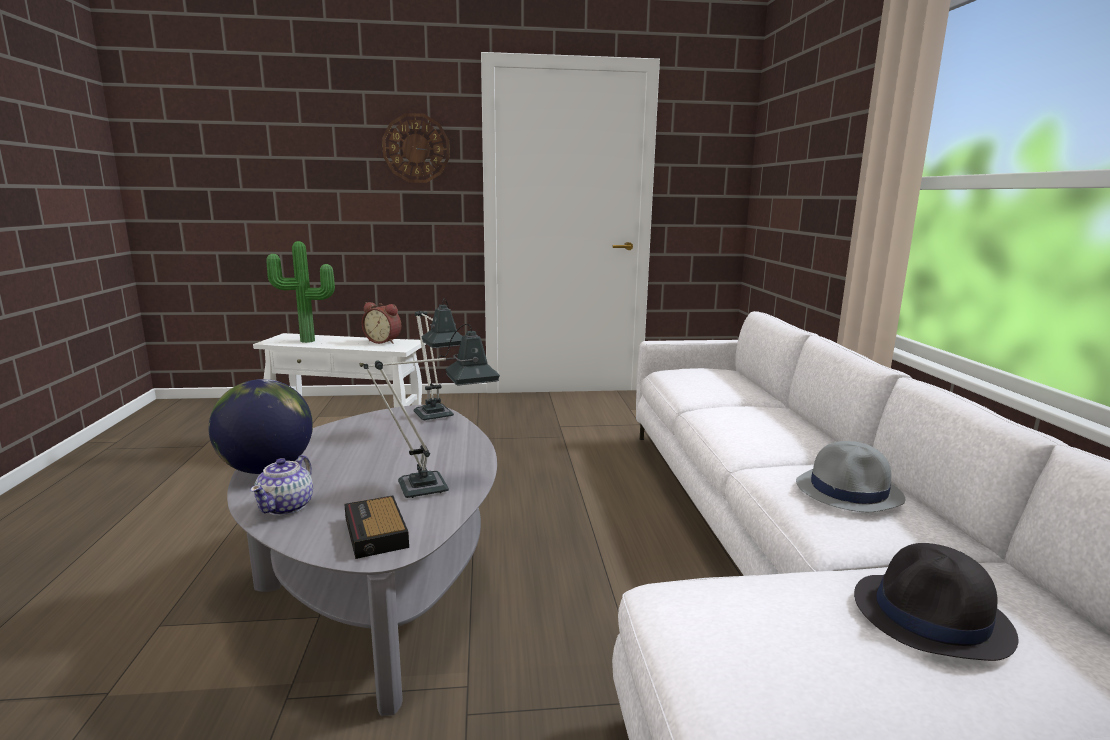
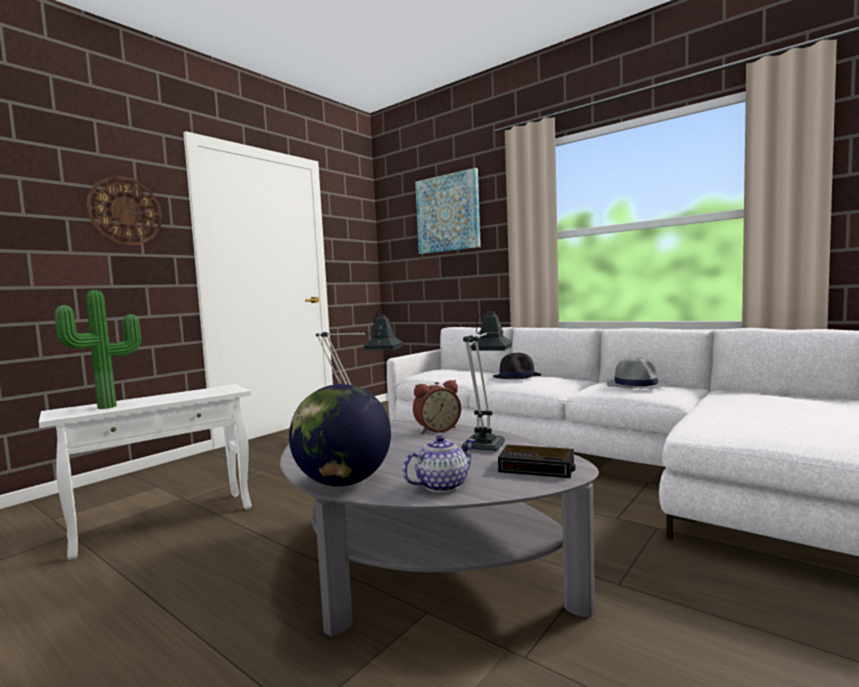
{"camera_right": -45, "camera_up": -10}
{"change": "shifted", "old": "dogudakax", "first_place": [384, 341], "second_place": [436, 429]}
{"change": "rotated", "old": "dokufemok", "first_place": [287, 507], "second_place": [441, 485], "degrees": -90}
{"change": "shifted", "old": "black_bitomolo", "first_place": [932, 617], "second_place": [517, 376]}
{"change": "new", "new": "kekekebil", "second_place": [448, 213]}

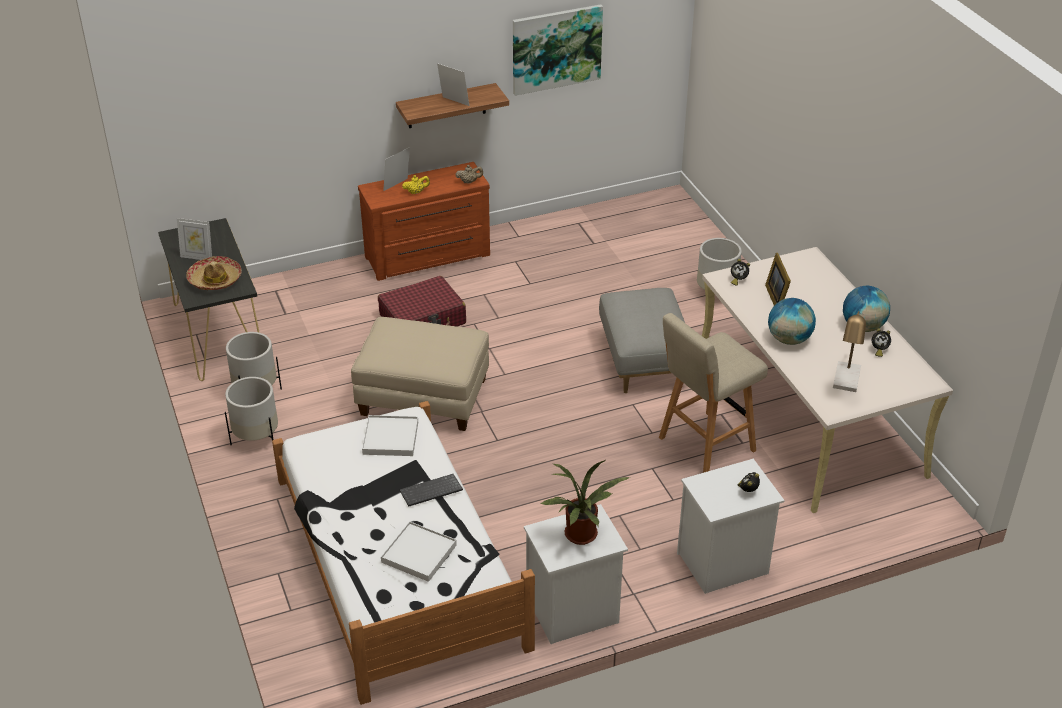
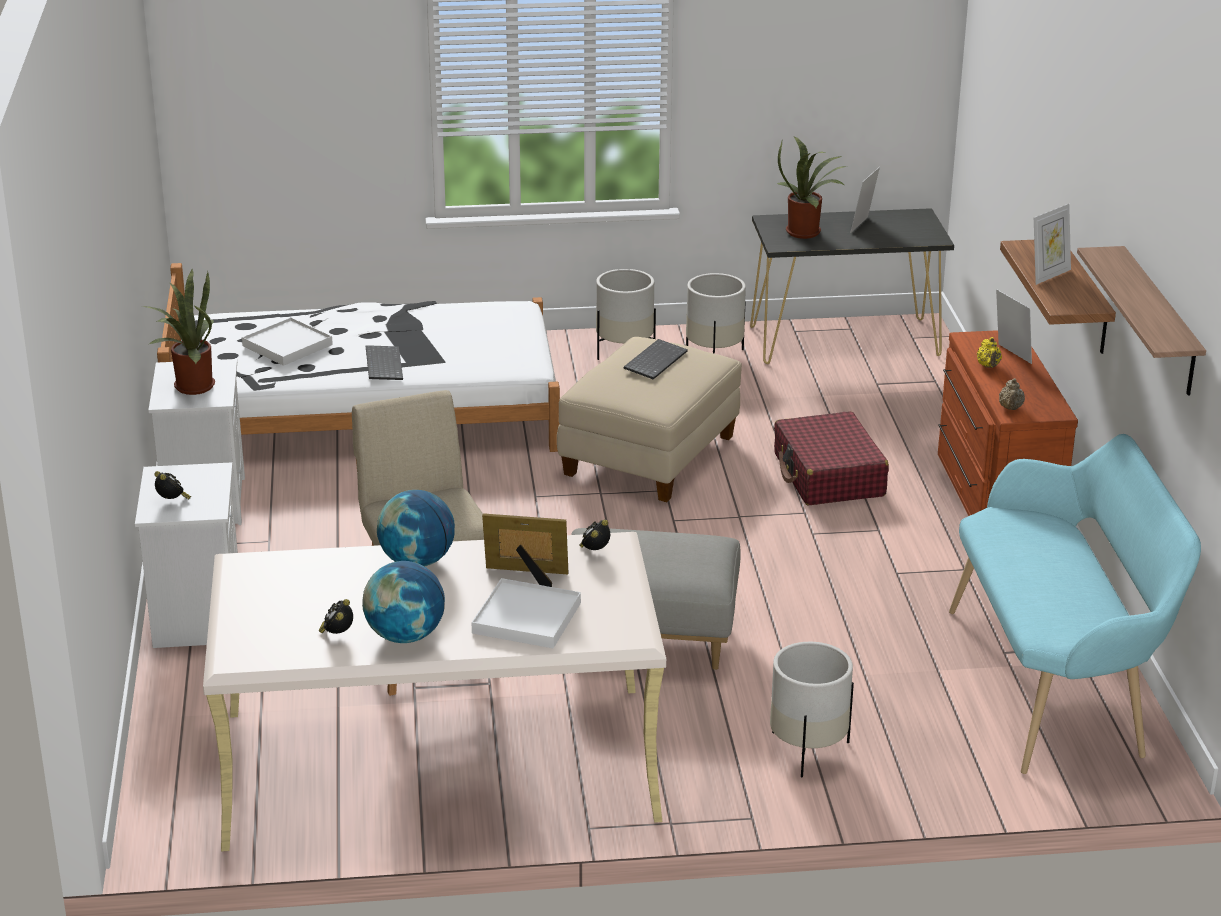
{"camera_right": 105, "camera_up": -10}
{"change": "swapped", "old": "kekekebil", "new": "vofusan", "first_place": [556, 48], "second_place": [1159, 322]}
{"change": "swapped", "old": "bitomolo", "new": "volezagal", "first_place": [215, 280], "second_place": [807, 232]}
{"change": "gone", "old": "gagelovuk", "first_place": [846, 382]}
{"change": "shifted", "old": "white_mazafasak", "first_place": [390, 438], "second_place": [527, 618]}
{"change": "new", "new": "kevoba", "second_place": [655, 360]}
{"change": "new", "new": "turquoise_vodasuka", "second_place": [1056, 684]}

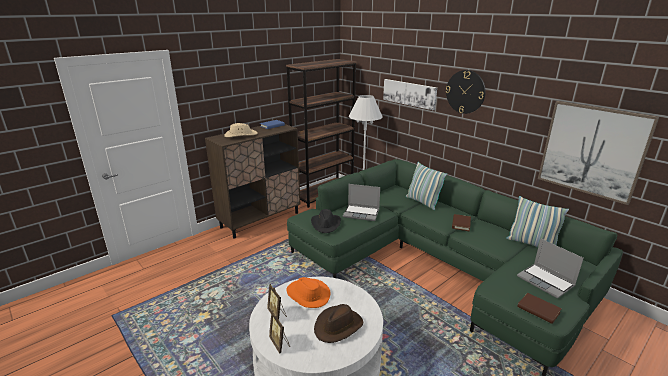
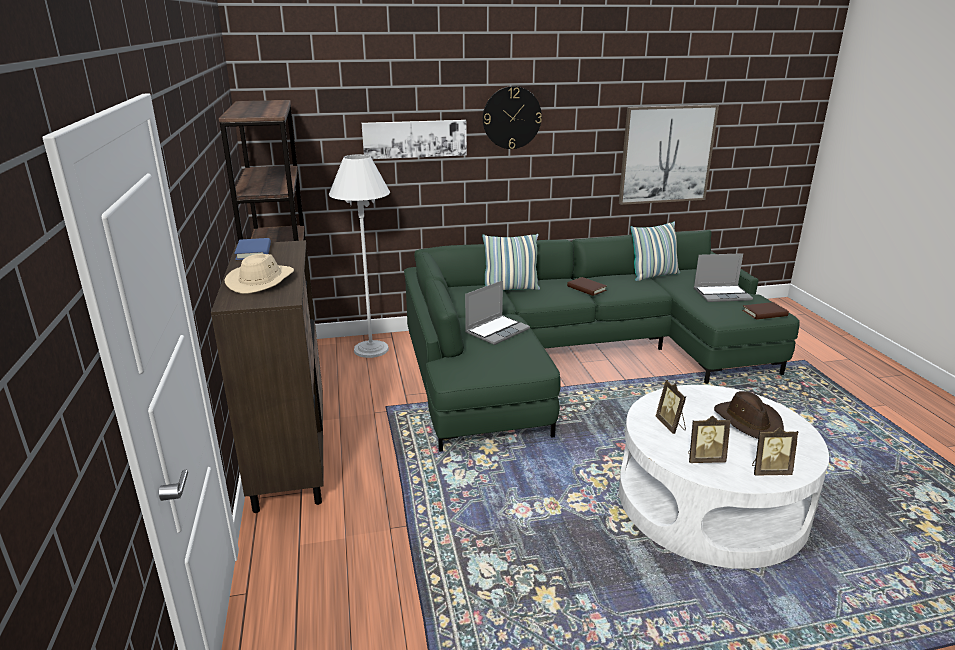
{"camera_right": -60, "camera_up": 0}
{"change": "gone", "old": "black_bitomolo", "first_place": [326, 224]}
{"change": "swapped", "old": "orange_bitomolo", "new": "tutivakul", "first_place": [307, 295], "second_place": [671, 425]}

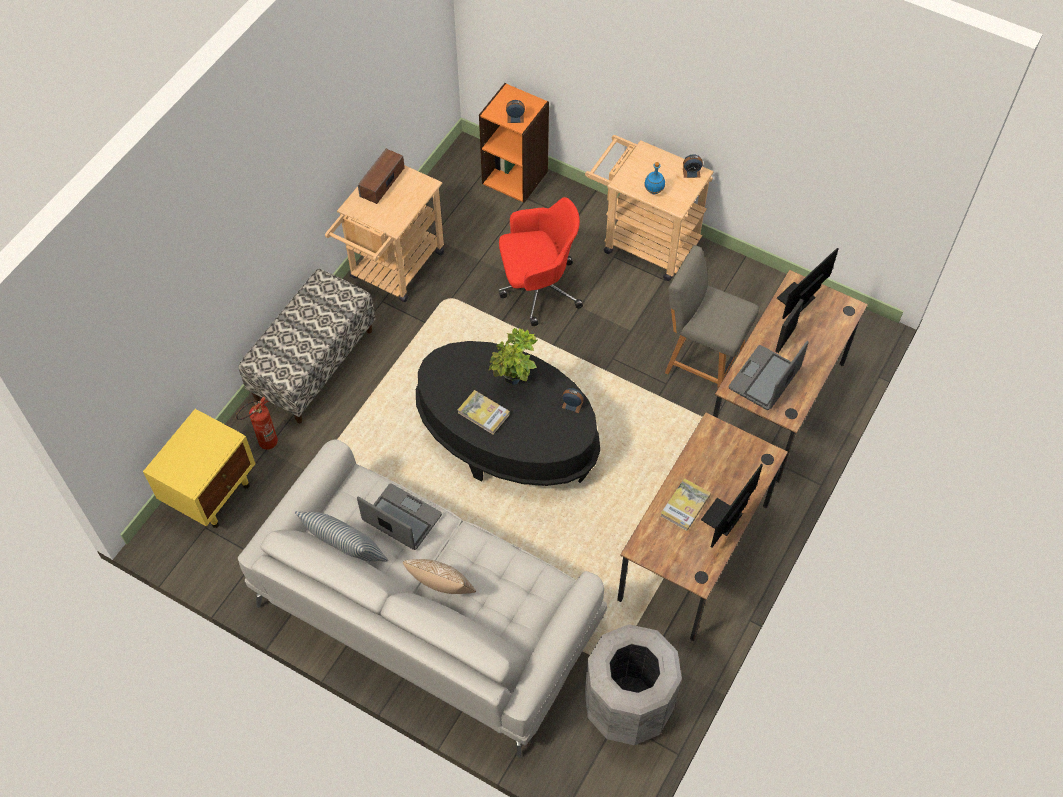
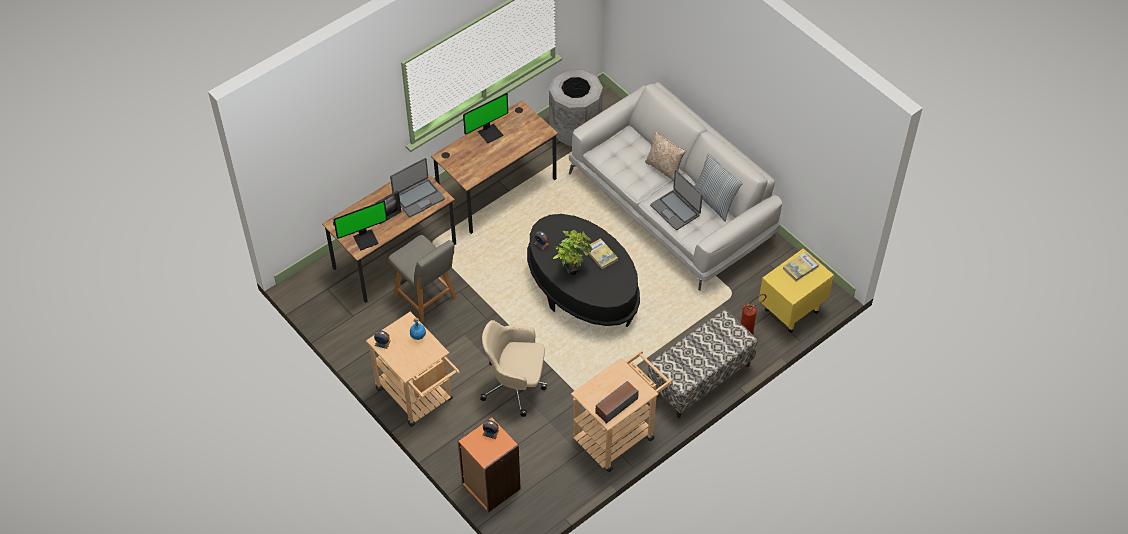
{"camera_right": -160, "camera_up": -5}
{"change": "repainted", "old": "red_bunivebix", "new": "beige_bunivebix", "first_place": [537, 288], "second_place": [515, 385]}
{"change": "shifted", "old": "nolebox", "first_place": [685, 506], "second_place": [800, 267]}

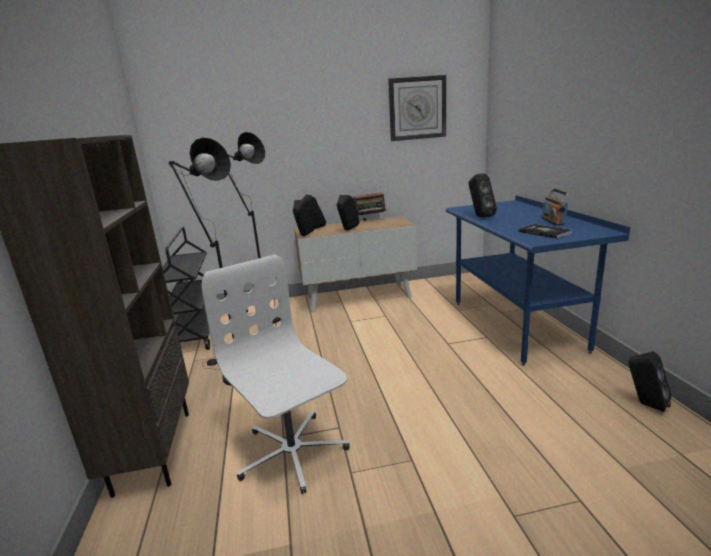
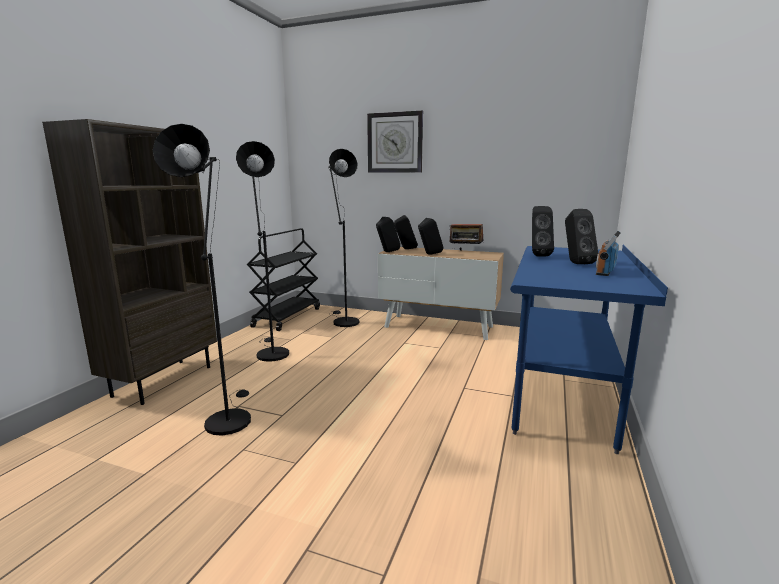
{"camera_right": 30, "camera_up": -5}
{"change": "shifted", "old": "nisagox", "first_place": [417, 108], "second_place": [395, 143]}
{"change": "gone", "old": "nolebox", "first_place": [544, 232]}
{"change": "swapped", "old": "white_bunivebix", "new": "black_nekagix", "first_place": [291, 453], "second_place": [228, 418]}
{"change": "shifted", "old": "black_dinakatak", "first_place": [645, 404], "second_place": [575, 263]}

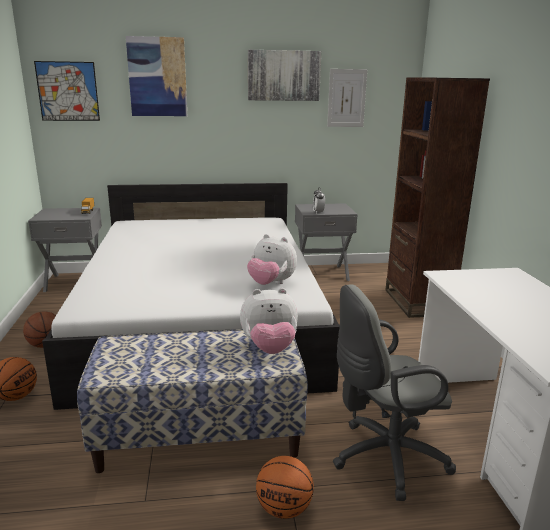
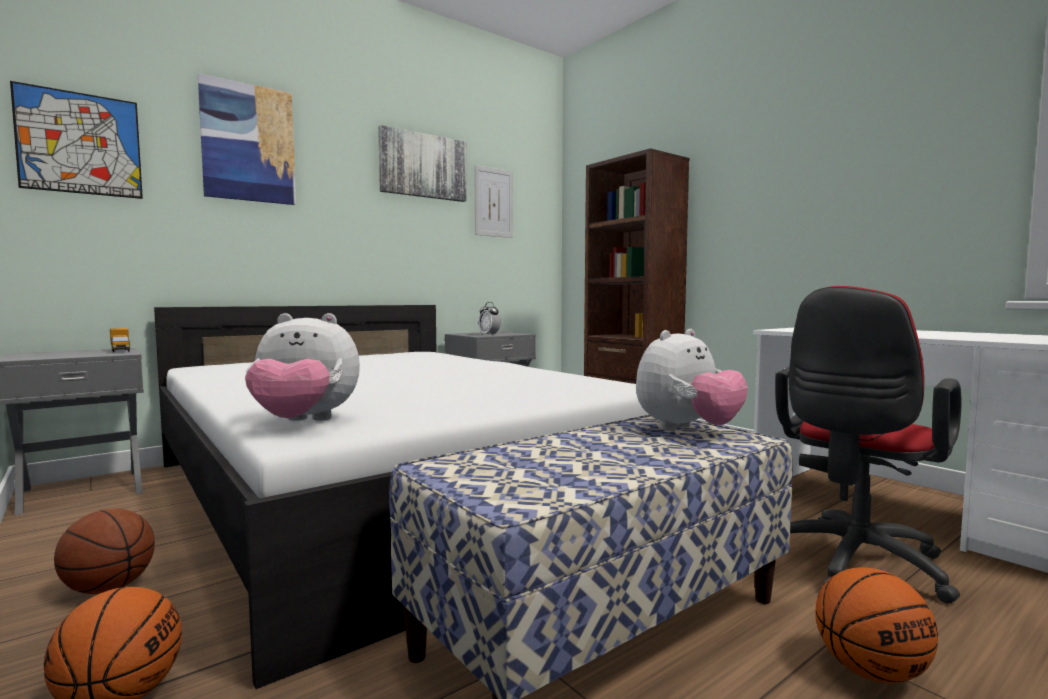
{"camera_right": -30, "camera_up": -15}
{"change": "shifted", "old": "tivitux", "first_place": [271, 284], "second_place": [304, 422]}
{"change": "repainted", "old": "grey_bunivebix", "new": "red_bunivebix", "first_place": [383, 458], "second_place": [853, 566]}

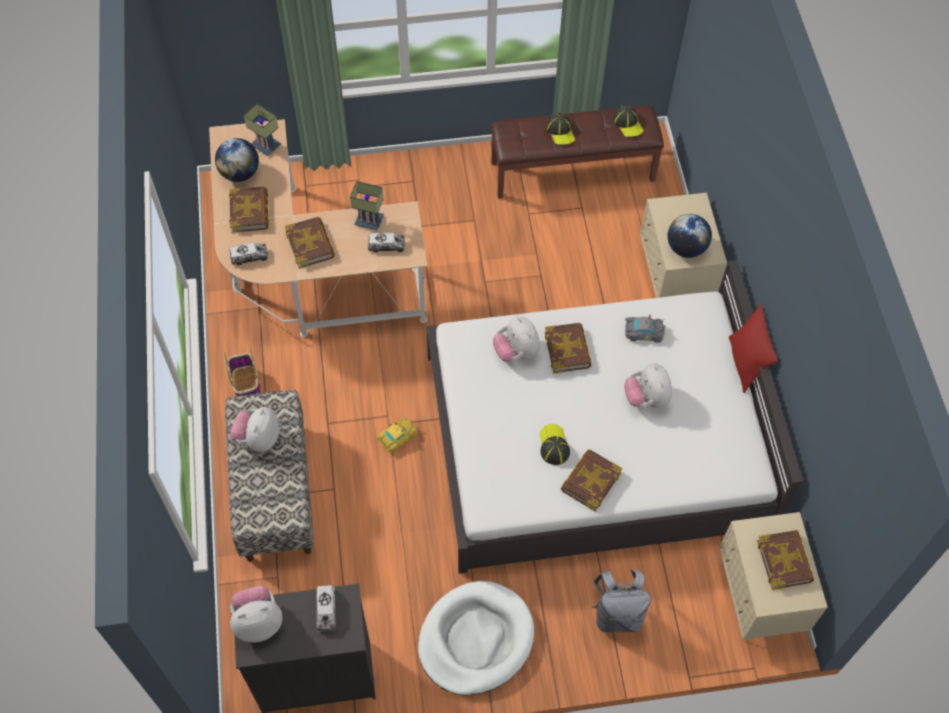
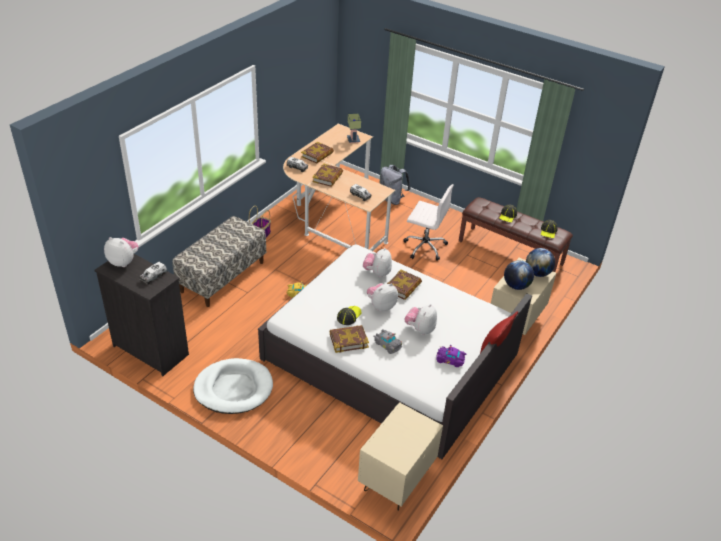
{"camera_right": 40, "camera_up": -20}
{"change": "shifted", "old": "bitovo", "first_place": [240, 173], "second_place": [537, 273]}
{"change": "gone", "old": "gagelovuk", "first_place": [368, 222]}
{"change": "shifted", "old": "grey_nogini", "first_place": [643, 332], "second_place": [387, 344]}
{"change": "shifted", "old": "tivitux", "first_place": [258, 438], "second_place": [381, 306]}
{"change": "gone", "old": "nolebox", "first_place": [784, 561]}
{"change": "shifted", "old": "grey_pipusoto", "first_place": [617, 614], "second_place": [392, 199]}
{"change": "new", "new": "white_bunivebix", "second_place": [424, 247]}
{"change": "new", "new": "purple_nogini", "second_place": [451, 360]}

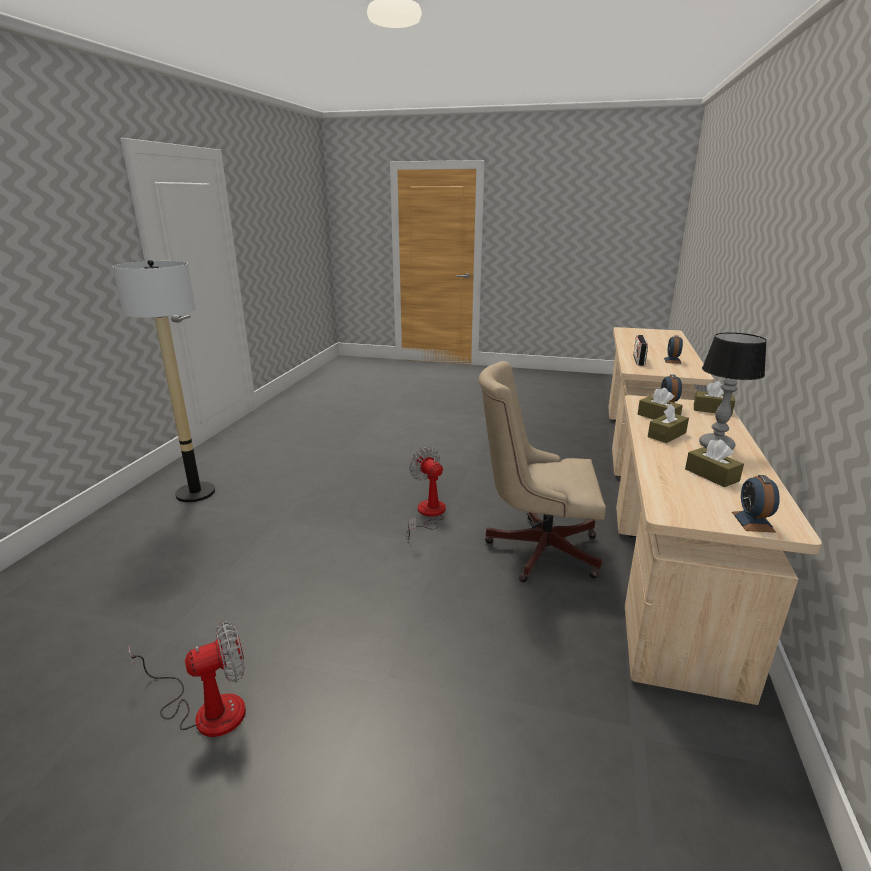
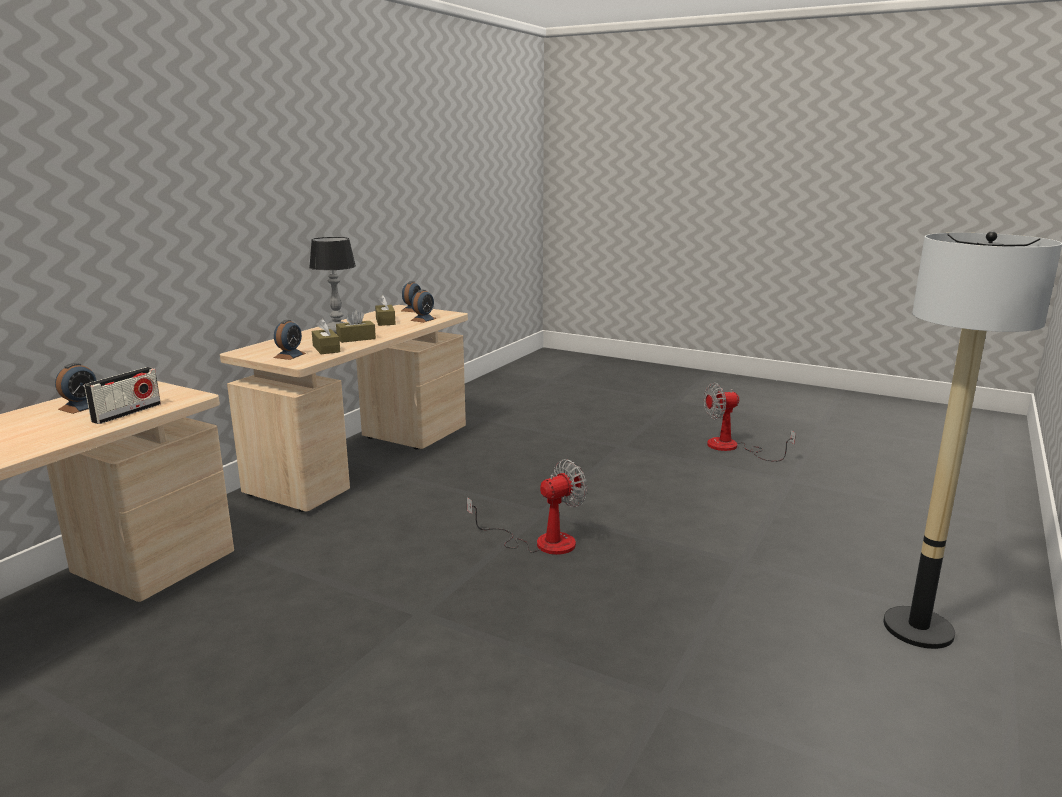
{"camera_right": -165, "camera_up": -5}
{"change": "gone", "old": "beige_bunivebix", "first_place": [536, 548]}
{"change": "gone", "old": "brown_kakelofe", "first_place": [712, 410]}
{"change": "rotated", "old": "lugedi", "first_place": [428, 514], "second_place": [541, 542], "degrees": -105}
{"change": "new", "new": "dogudakax", "second_place": [423, 319]}

